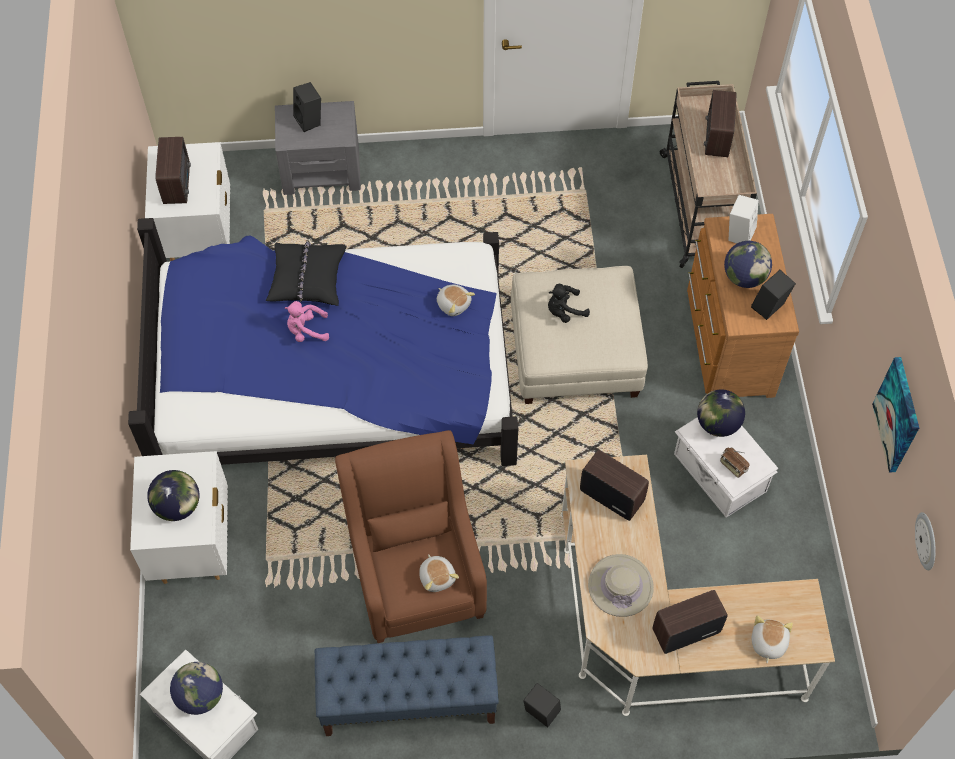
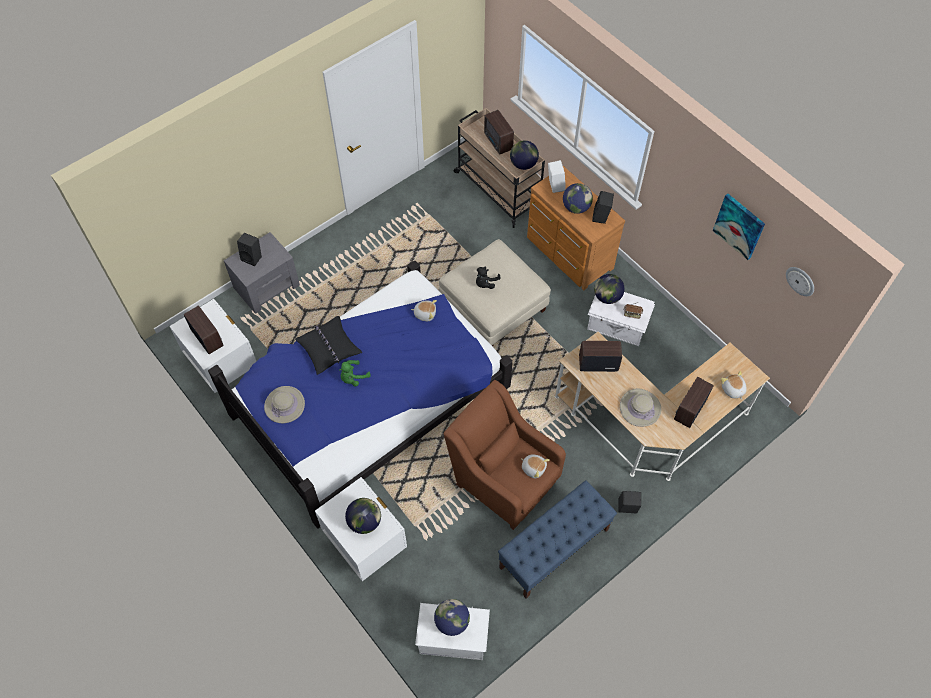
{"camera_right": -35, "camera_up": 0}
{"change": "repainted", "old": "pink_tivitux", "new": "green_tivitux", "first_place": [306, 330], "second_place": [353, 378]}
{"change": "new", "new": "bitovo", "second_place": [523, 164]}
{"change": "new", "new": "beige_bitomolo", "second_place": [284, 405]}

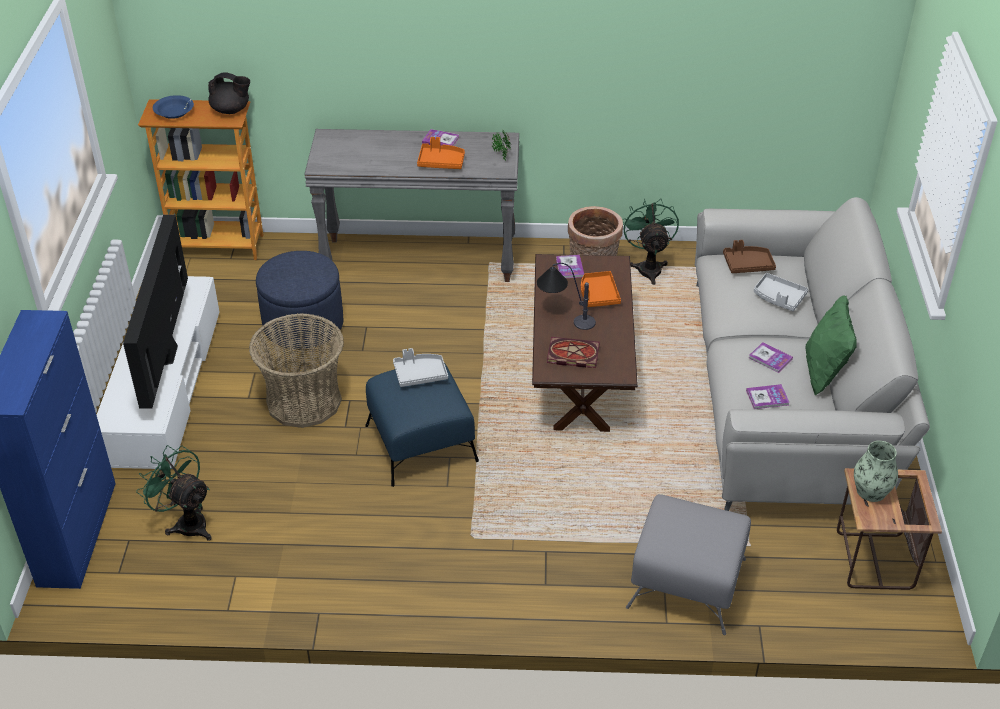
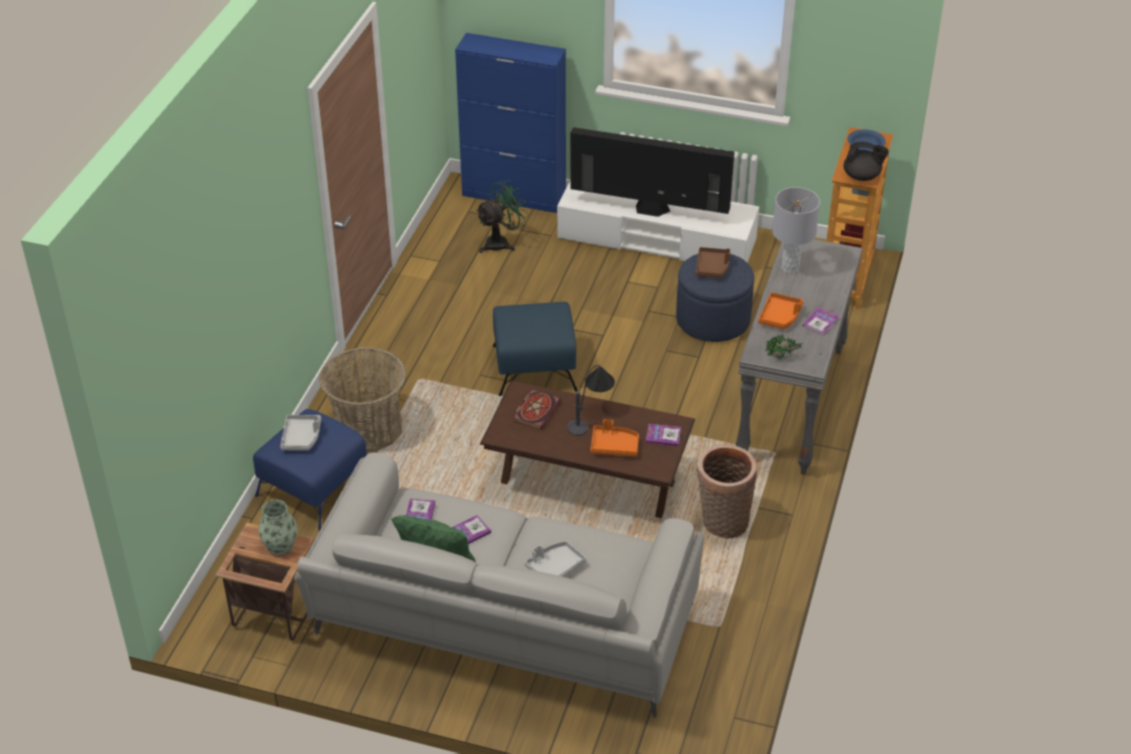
{"camera_right": 105, "camera_up": 0}
{"change": "rotated", "old": "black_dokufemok", "first_place": [231, 110], "second_place": [862, 176], "degrees": -105}
{"change": "gone", "old": "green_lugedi", "first_place": [648, 267]}
{"change": "shifted", "old": "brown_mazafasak", "first_place": [747, 265], "second_place": [712, 267]}
{"change": "shifted", "old": "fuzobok", "first_place": [304, 401], "second_place": [368, 428]}
{"change": "shifted", "old": "grey_mazafasak", "first_place": [420, 374], "second_place": [301, 437]}
{"change": "repainted", "old": "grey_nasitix", "new": "blue_nasitix", "first_place": [686, 582], "second_place": [315, 487]}
{"change": "new", "new": "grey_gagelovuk", "second_place": [790, 267]}

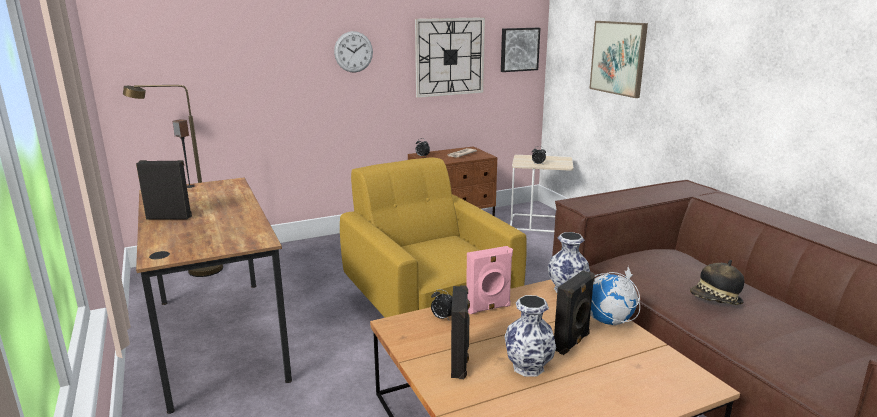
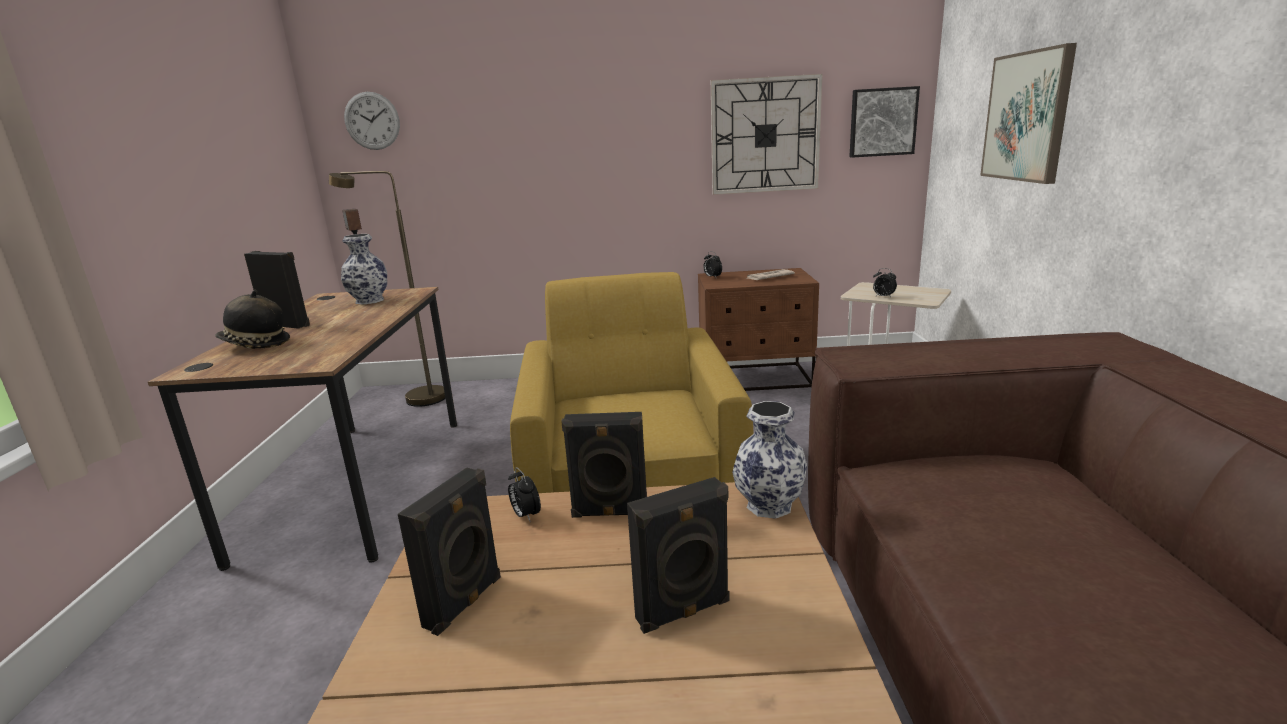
{"camera_right": 25, "camera_up": 0}
{"change": "shifted", "old": "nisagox", "first_place": [353, 52], "second_place": [372, 121]}
{"change": "repainted", "old": "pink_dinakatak", "new": "black_dinakatak", "first_place": [488, 308], "second_place": [610, 513]}
{"change": "shifted", "old": "bitomolo", "first_place": [715, 301], "second_place": [255, 345]}
{"change": "gone", "old": "bitovo", "first_place": [609, 322]}
{"change": "shifted", "old": "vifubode", "first_place": [527, 367], "second_place": [369, 300]}

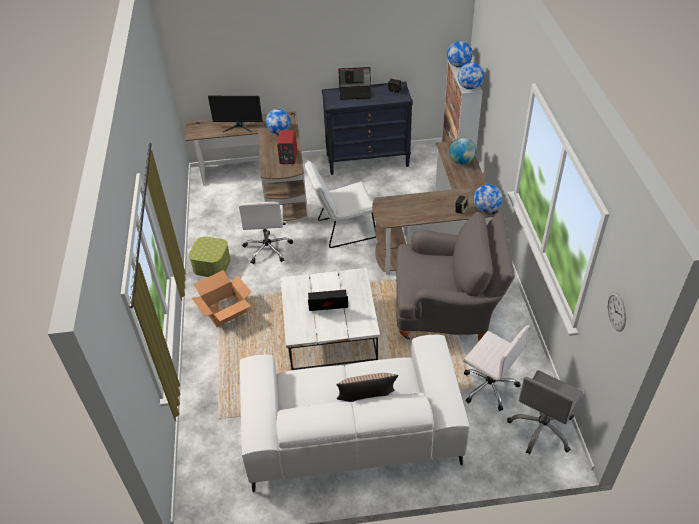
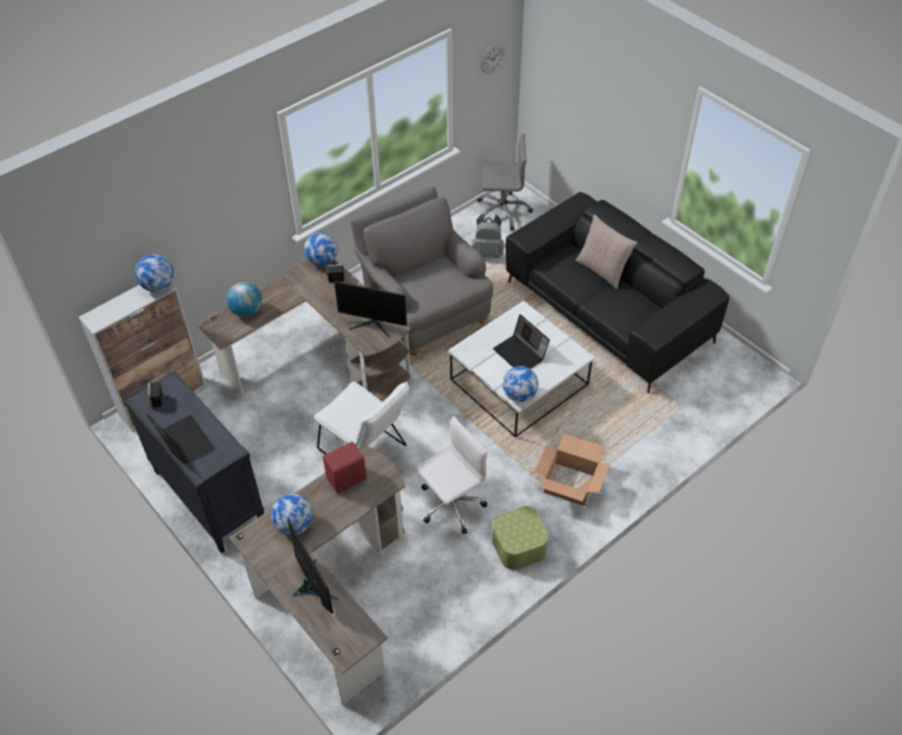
{"camera_right": -125, "camera_up": 5}
{"change": "shifted", "old": "bitovo", "first_place": [458, 65], "second_place": [519, 395]}
{"change": "swapped", "old": "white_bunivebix", "new": "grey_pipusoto", "first_place": [488, 386], "second_place": [488, 252]}
{"change": "repainted", "old": "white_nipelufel", "new": "black_nipelufel", "first_place": [351, 431], "second_place": [608, 312]}
{"change": "new", "new": "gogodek", "second_place": [373, 324]}

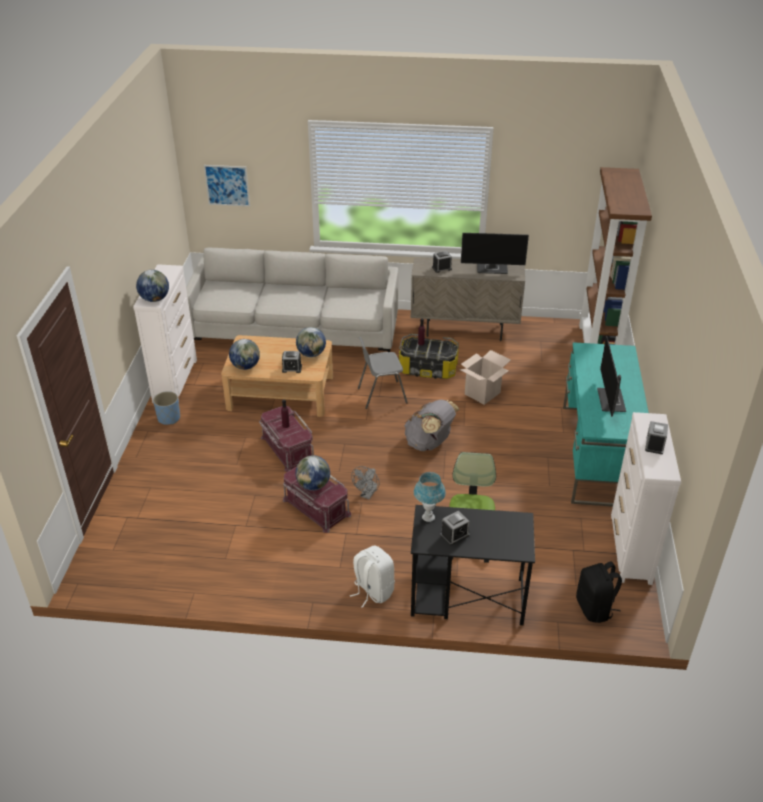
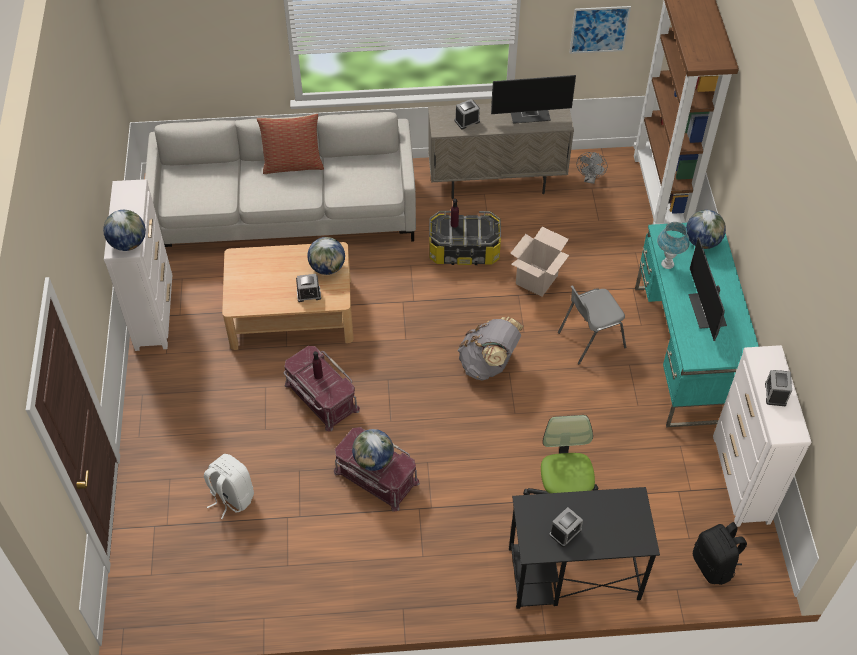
{"camera_right": -10, "camera_up": 15}
{"change": "shifted", "old": "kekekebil", "first_place": [227, 185], "second_place": [599, 29]}
{"change": "shifted", "old": "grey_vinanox", "first_place": [381, 395], "second_place": [590, 339]}
{"change": "shifted", "old": "bitovo", "first_place": [245, 366], "second_place": [702, 242]}
{"change": "gone", "old": "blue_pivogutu", "first_place": [169, 418]}
{"change": "shifted", "old": "grey_lugedi", "first_place": [367, 495], "second_place": [590, 179]}
{"change": "shifted", "old": "blue_gagelovuk", "first_place": [428, 517], "second_place": [667, 264]}
{"change": "shifted", "old": "white_pipusoto", "first_place": [372, 591], "second_place": [231, 497]}
{"change": "new", "new": "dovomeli", "second_place": [293, 164]}

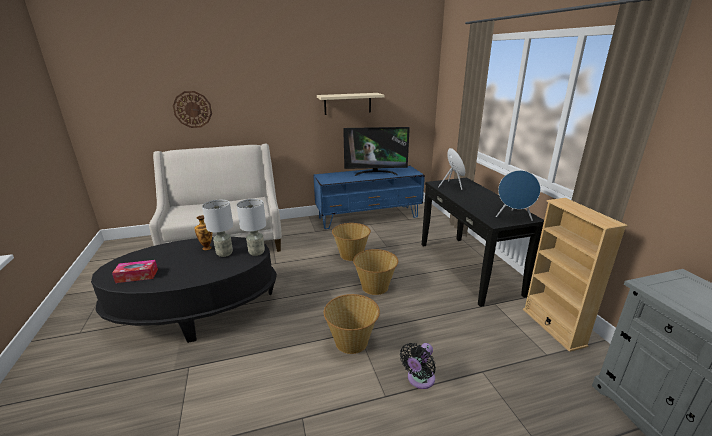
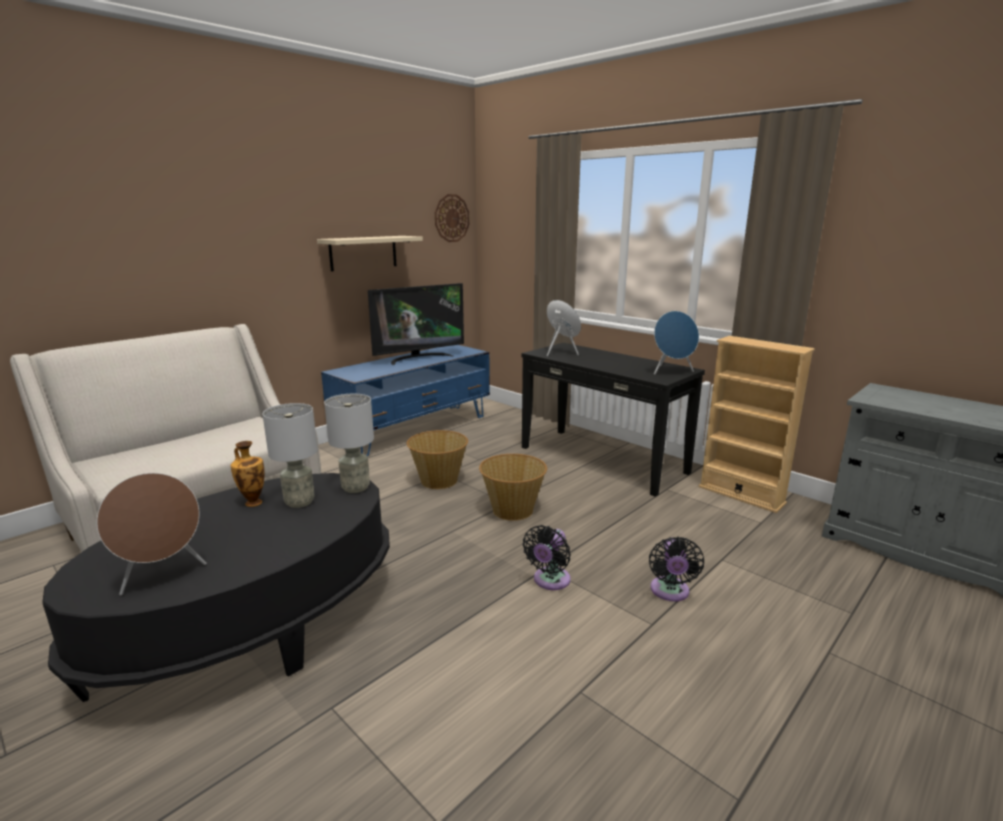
{"camera_right": -30, "camera_up": -5}
{"change": "shifted", "old": "nisagox", "first_place": [192, 109], "second_place": [451, 218]}
{"change": "swapped", "old": "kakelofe", "new": "brown_dinakatak", "first_place": [137, 276], "second_place": [163, 575]}
{"change": "swapped", "old": "fuzobok", "new": "black_lugedi", "first_place": [352, 341], "second_place": [550, 581]}

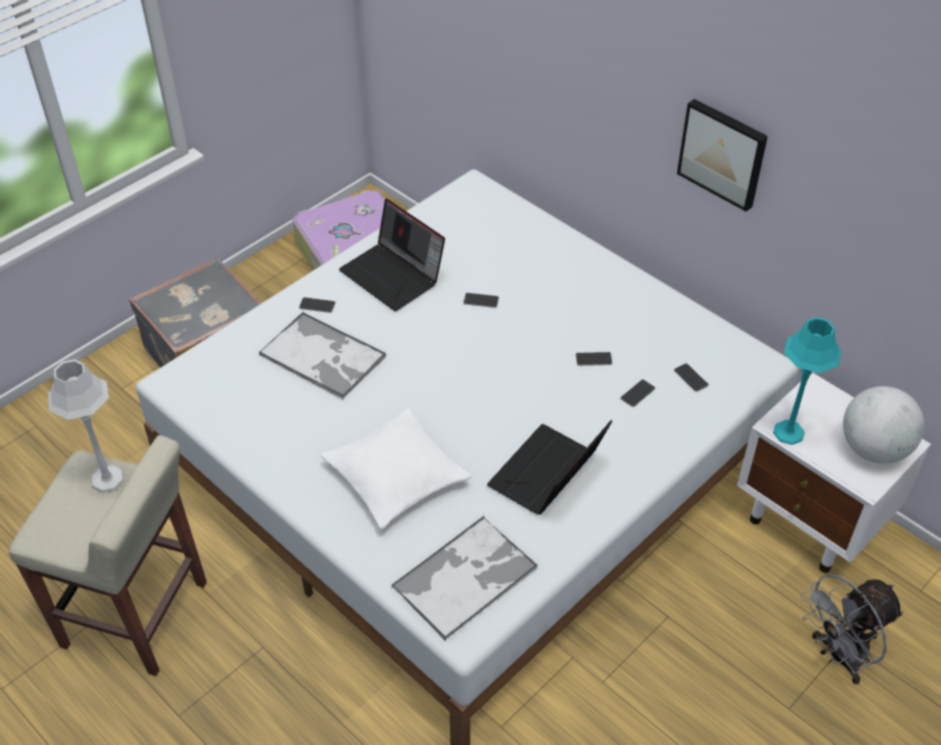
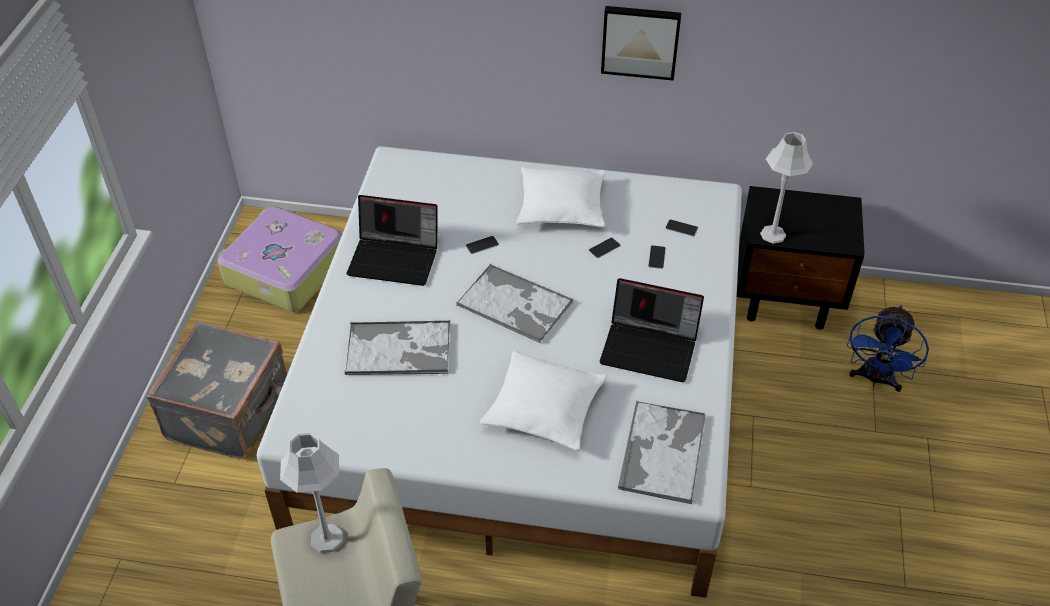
{"camera_right": -35, "camera_up": 0}
{"change": "gone", "old": "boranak", "first_place": [317, 305]}
{"change": "repainted", "old": "turquoise_gagelovuk", "new": "grey_gagelovuk", "first_place": [789, 432], "second_place": [773, 234]}
{"change": "repainted", "old": "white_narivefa", "new": "black_narivefa", "first_place": [813, 522], "second_place": [787, 299]}
{"change": "gone", "old": "bitovo", "first_place": [873, 449]}
{"change": "rotated", "old": "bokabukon", "first_place": [547, 476], "second_place": [650, 348], "degrees": -75}
{"change": "repainted", "old": "grey_lugedi", "new": "blue_lugedi", "first_place": [838, 656], "second_place": [875, 379]}
{"change": "new", "new": "white_dovomeli", "second_place": [561, 206]}
{"change": "new", "new": "mazafasak", "second_place": [515, 304]}

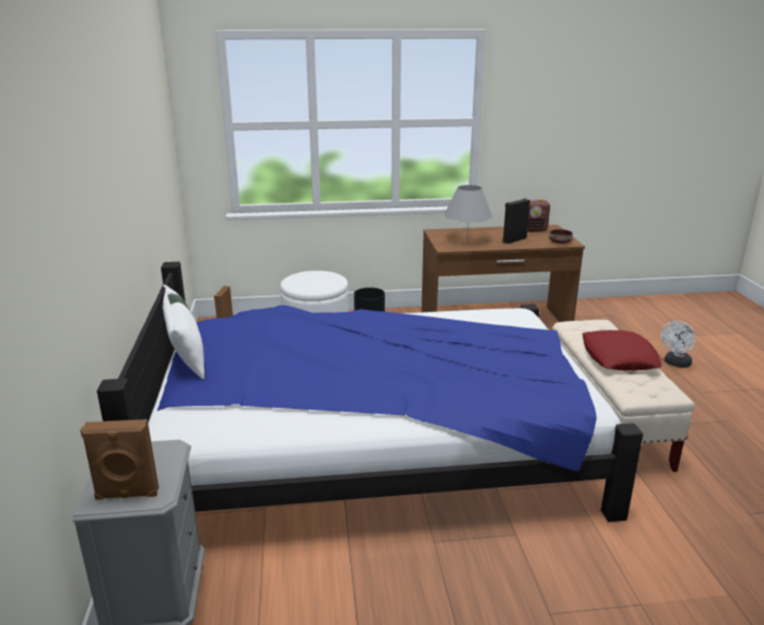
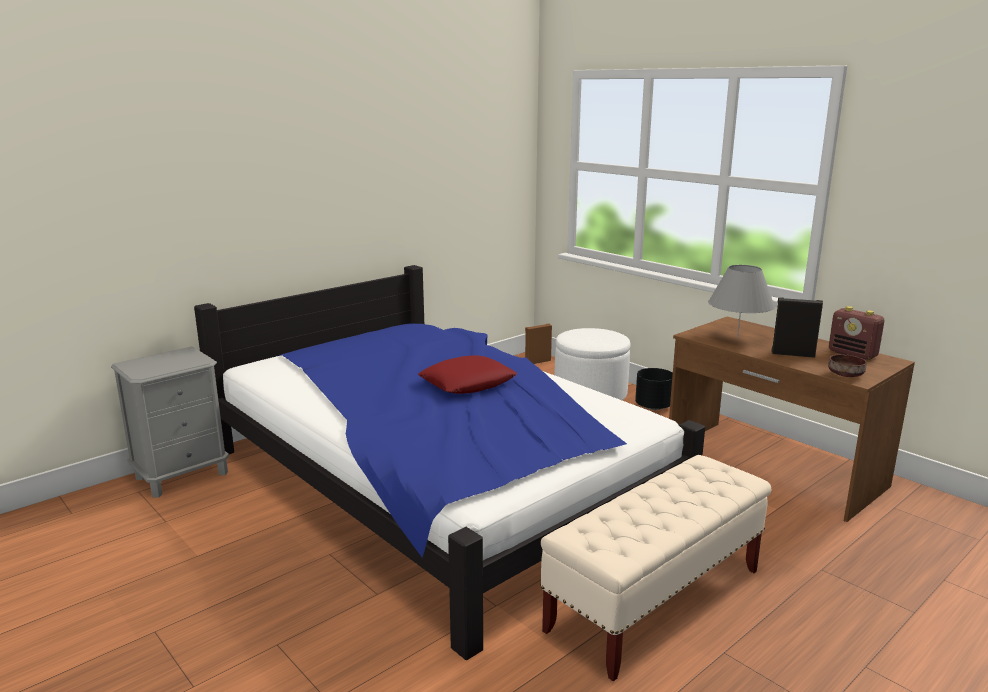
{"camera_right": 55, "camera_up": -5}
{"change": "gone", "old": "white_dovomeli", "first_place": [186, 355]}
{"change": "gone", "old": "white_lugedi", "first_place": [675, 364]}
{"change": "shifted", "old": "red_dovomeli", "first_place": [618, 357], "second_place": [468, 383]}
{"change": "gone", "old": "brown_dinakatak", "first_place": [127, 495]}

